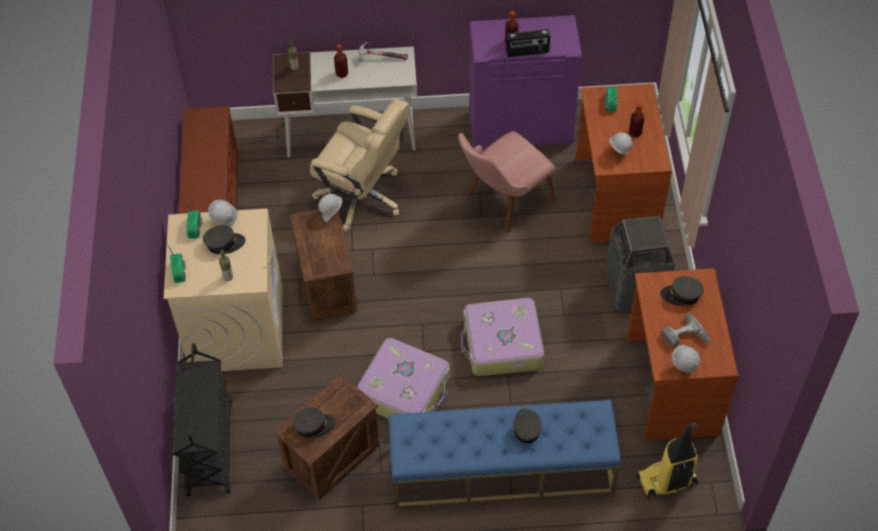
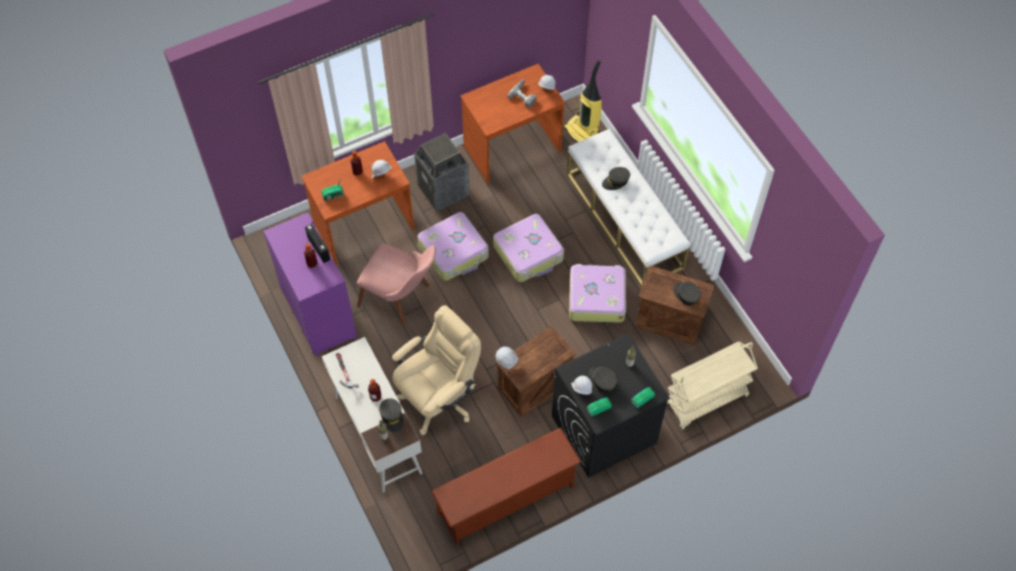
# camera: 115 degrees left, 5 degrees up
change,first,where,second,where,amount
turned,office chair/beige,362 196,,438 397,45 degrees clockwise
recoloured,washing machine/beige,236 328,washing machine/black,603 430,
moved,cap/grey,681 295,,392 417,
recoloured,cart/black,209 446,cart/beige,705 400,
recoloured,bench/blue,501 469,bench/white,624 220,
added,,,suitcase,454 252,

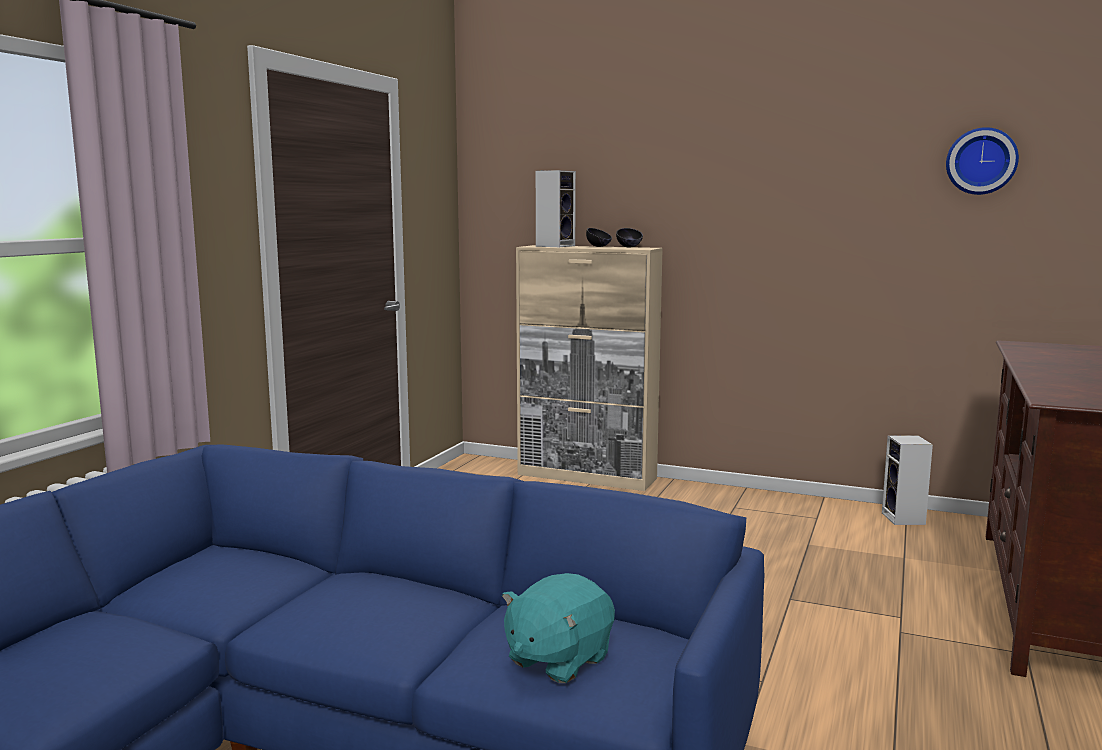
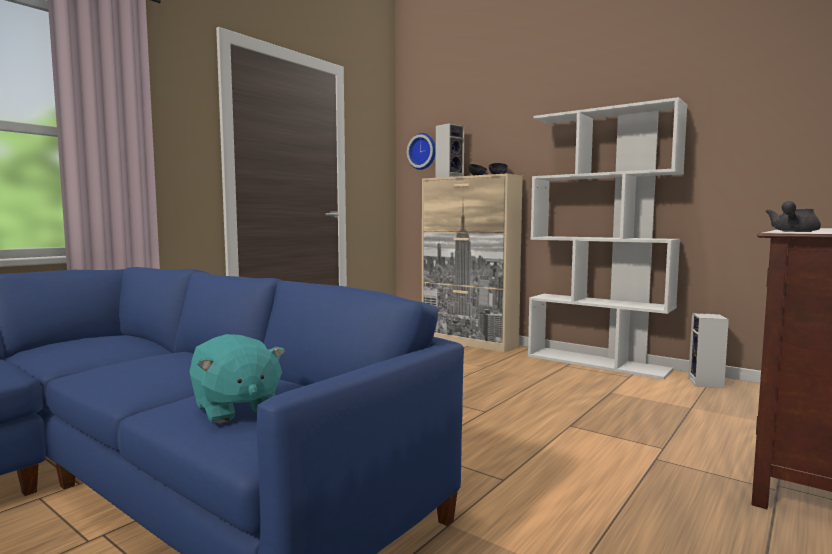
# camera: 15 degrees right, 5 degrees down
change,first,where,second,where,amount
moved,wall clock,981 161,,423 151,
turned,plush toy/turquoise,557 659,,235 408,90 degrees counterclockwise
added,,,bookcase/white,598 363,
added,,,teapot/grey,793 231,

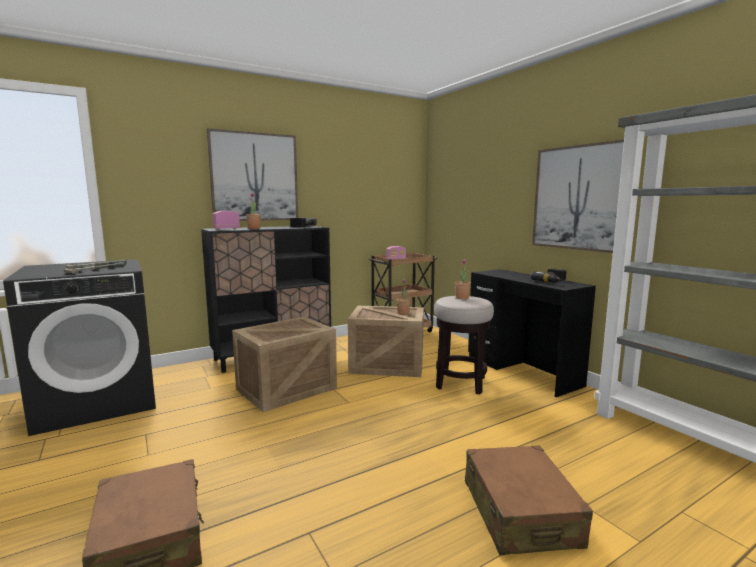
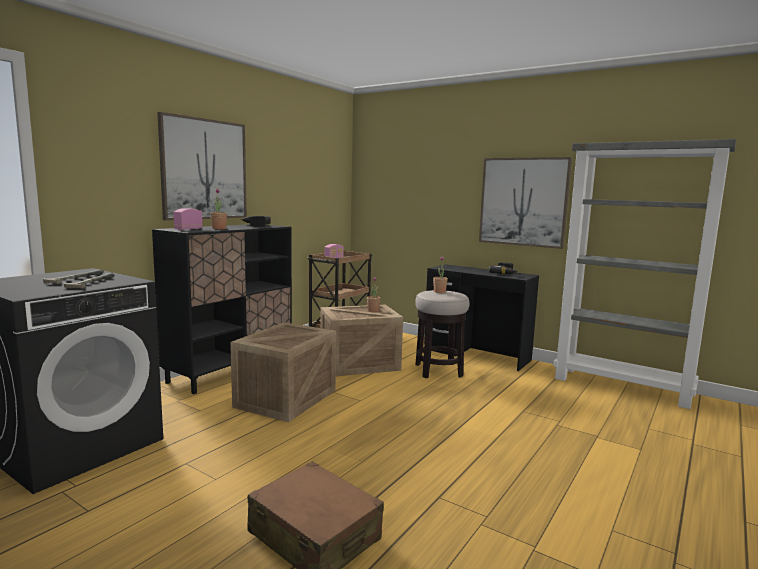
# camera: 25 degrees left, 0 degrees up
change,first,where,second,where,amount
removed,suitcase/brown,520 513,,,

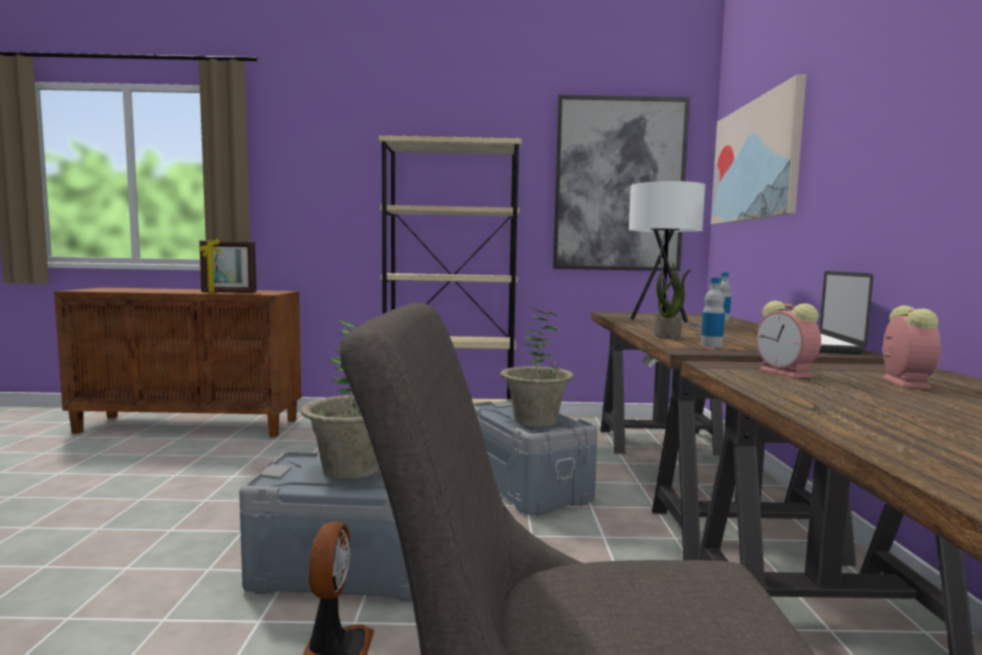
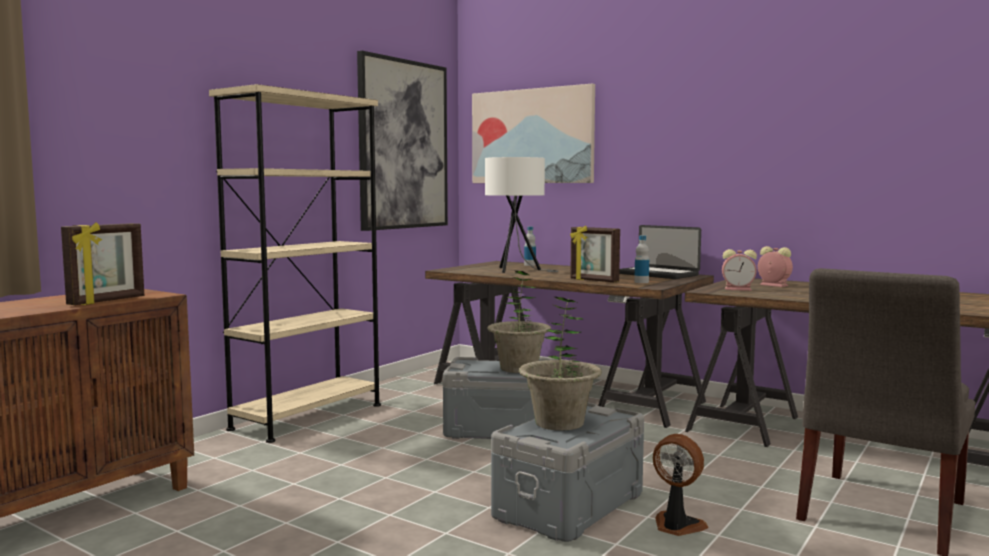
# camera: 55 degrees left, 0 degrees up
change,first,where,second,where,amount
replaced,potted plant,667 336,picture frame,593 280,

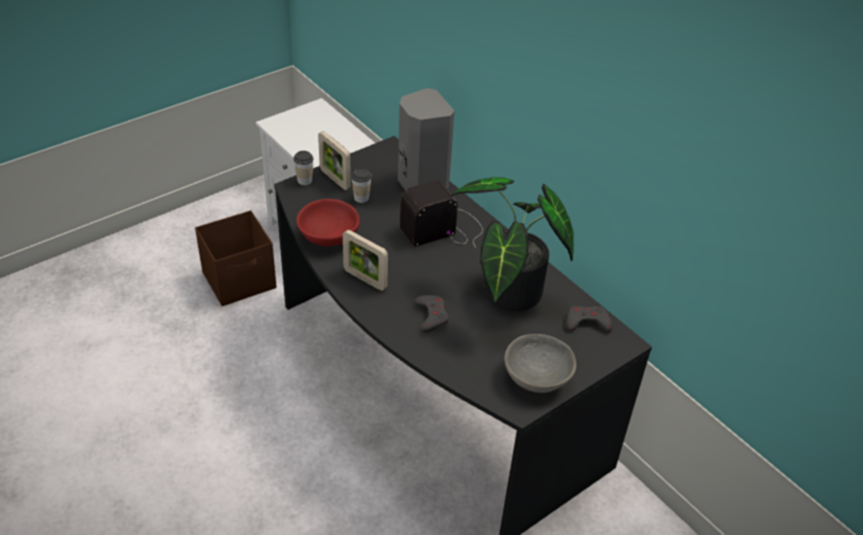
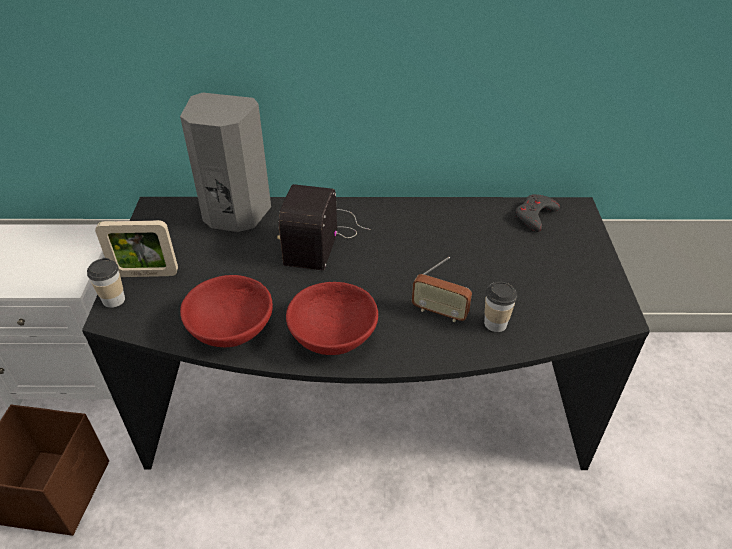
# camera: 50 degrees left, 0 degrees up
change,first,where,second,where,amount
moved,cup,361 198,,495 323,
removed,potted plant,506 295,,,
replaced,picture frame,365 279,bowl/red,334 335,
replaced,game controller/grey,431 316,radio,439 312,
removed,bowl/grey,537 376,,,

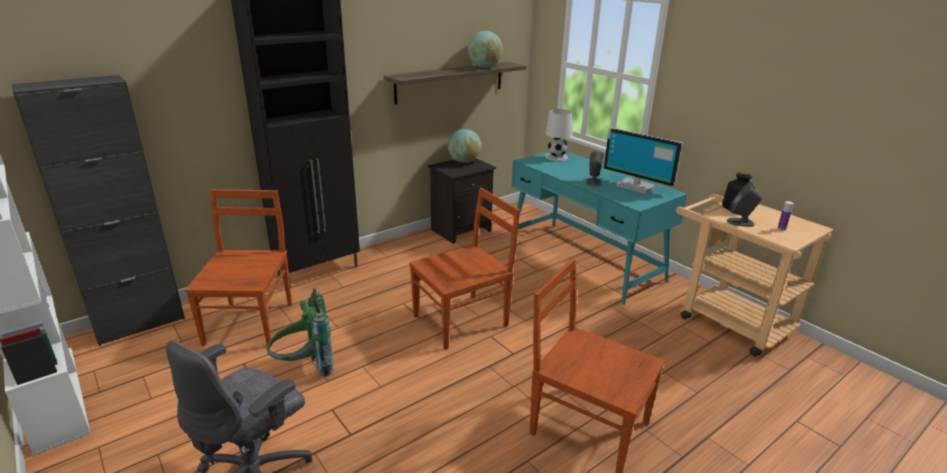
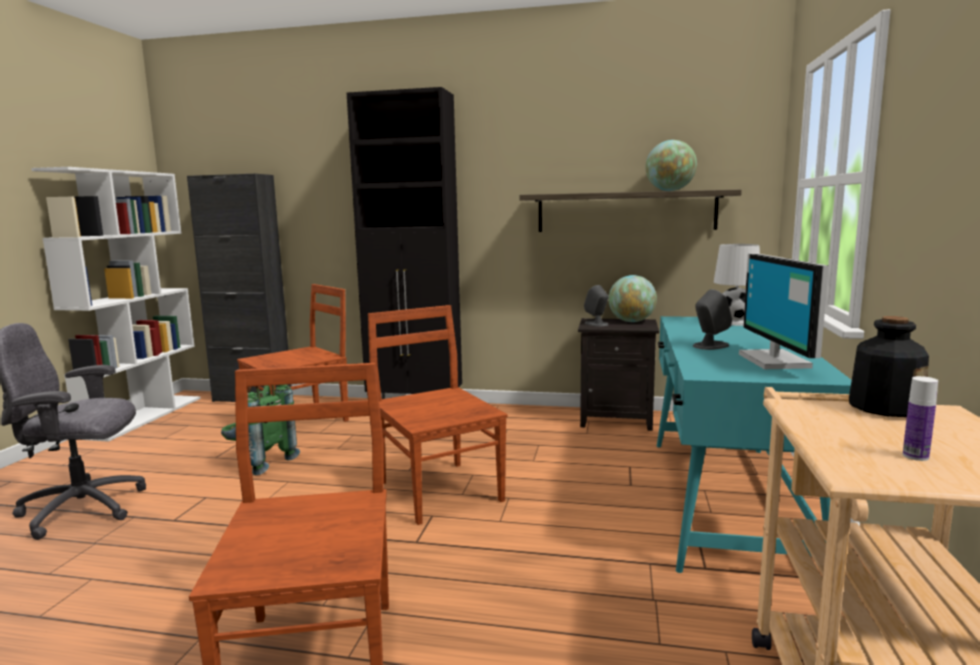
# camera: 50 degrees right, 15 degrees down
change,first,where,second,where,amount
moved,speaker/grey,741 222,,596 324,
turned,chair/brown,462 320,,439 490,135 degrees counterclockwise

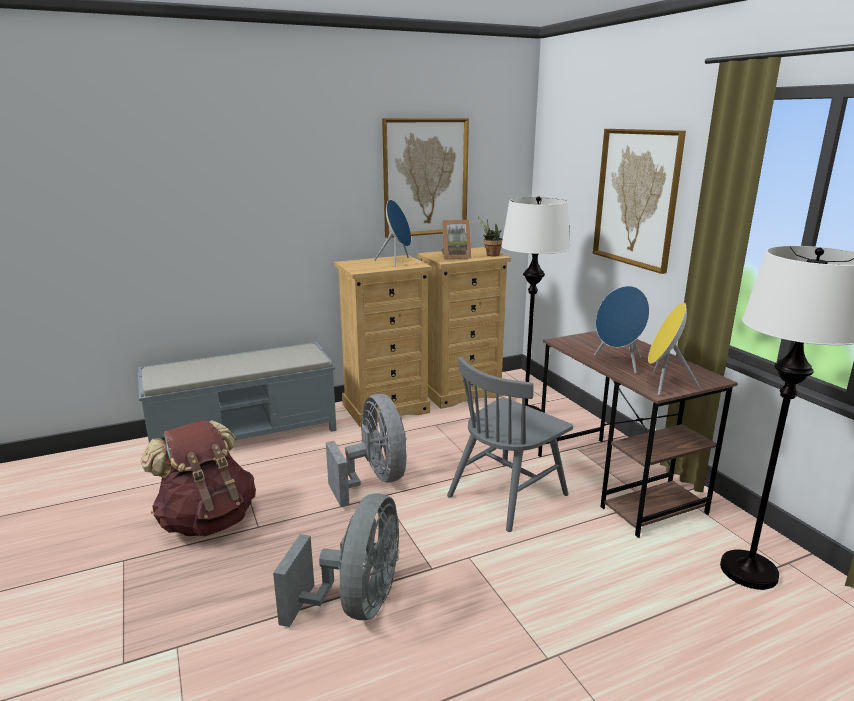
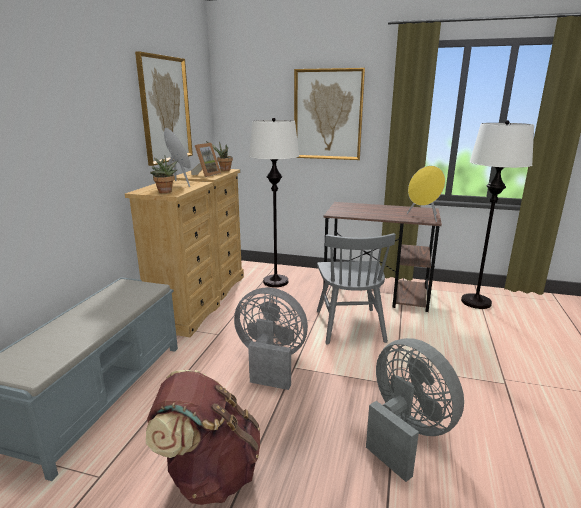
# camera: 50 degrees left, 0 degrees up
change,first,where,second,where,amount
removed,speaker/blue,618 363,,,
added,,,potted plant,165 192,

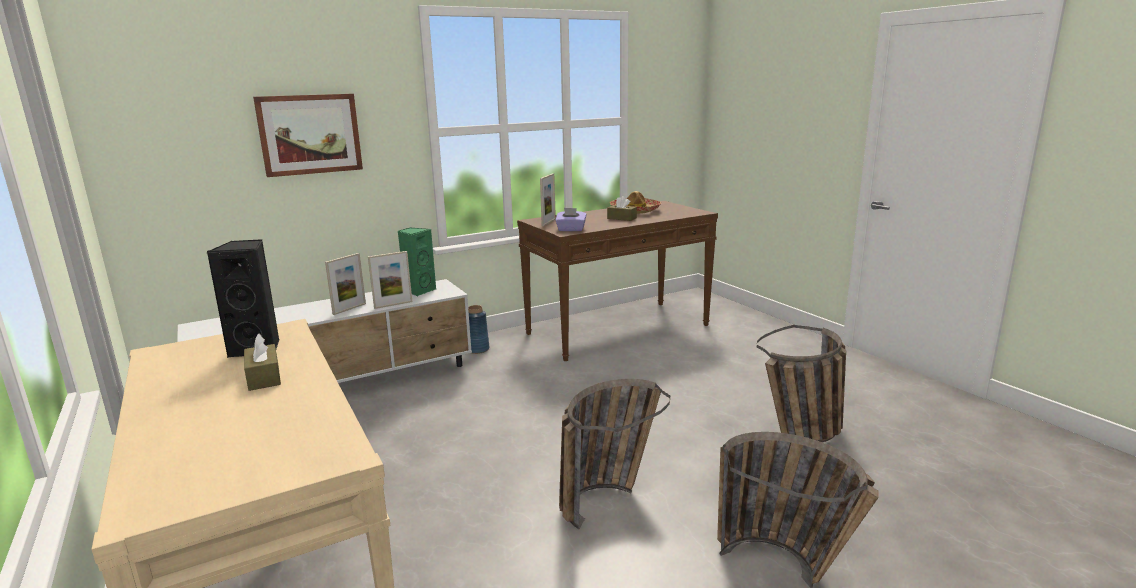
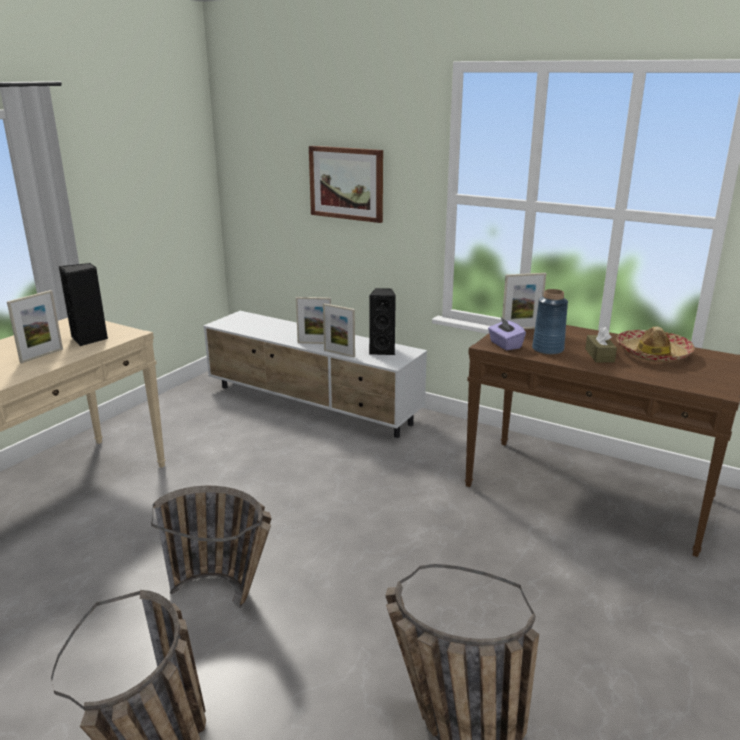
# camera: 60 degrees right, 5 degrees up
change,first,where,second,where,amount
recoloured,speaker/green,419 291,speaker/black,382 350,
moved,vase/blue,477 349,,547 349,
replaced,tissue box/brown,264 377,picture frame,42 356,

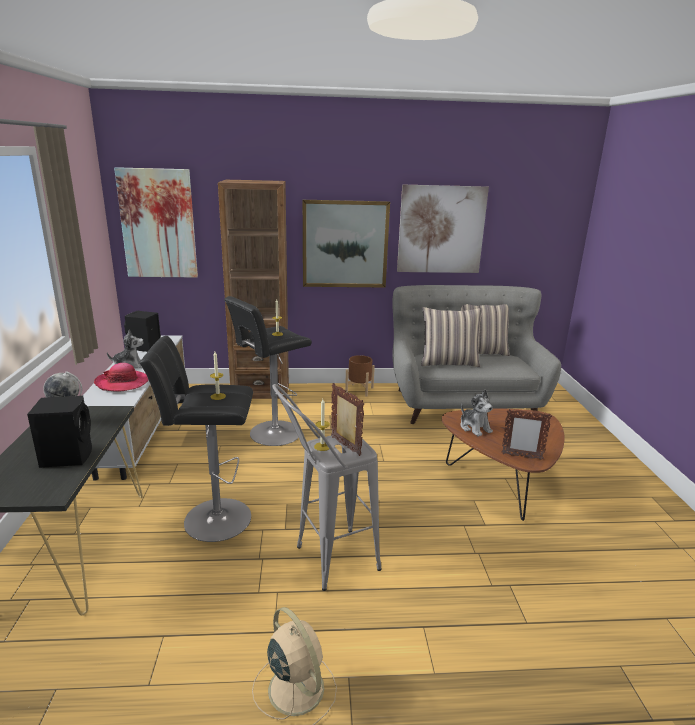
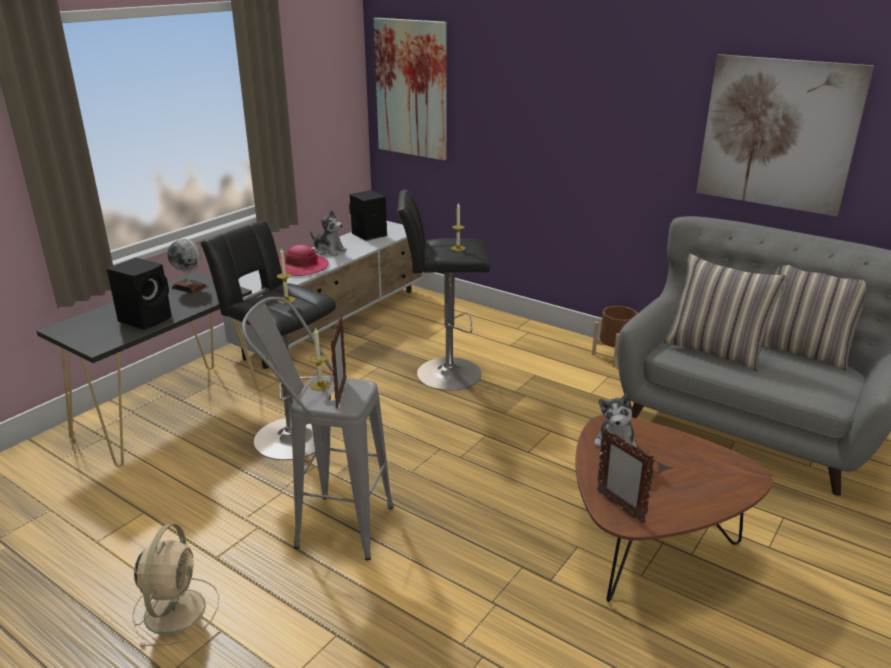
# camera: 40 degrees right, 5 degrees up
change,first,where,second,where,amount
removed,bookcase/brown,261 394,,,
removed,picture,345 244,,,

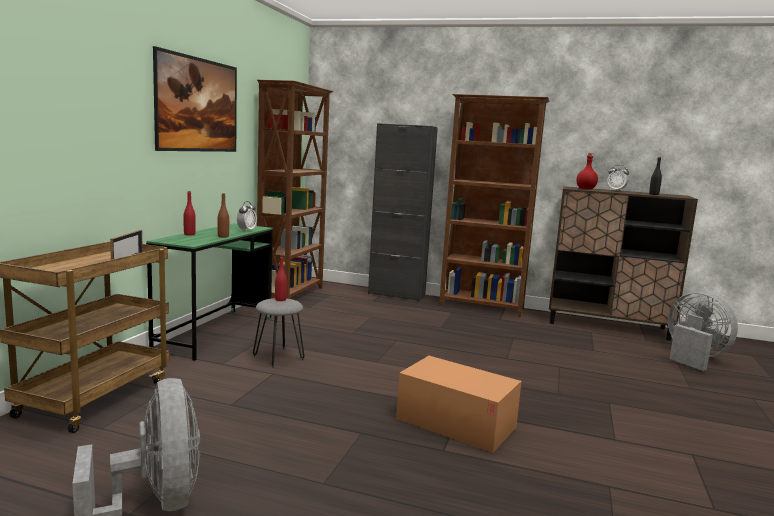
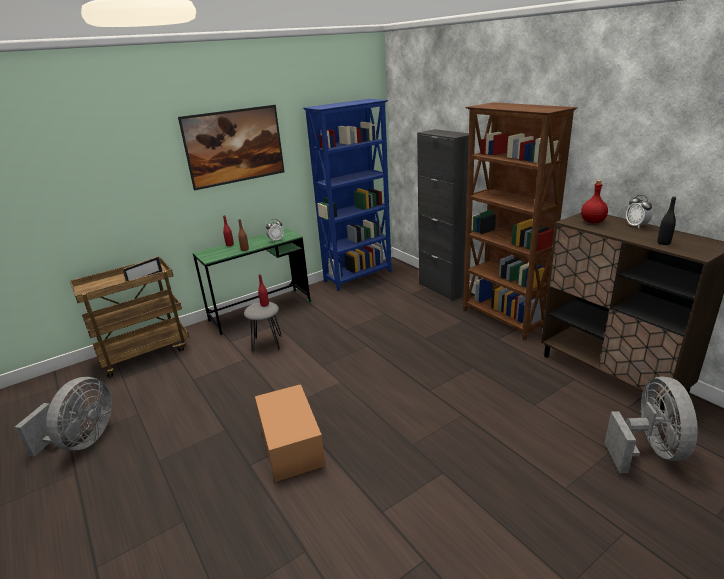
# camera: 40 degrees right, 15 degrees up
change,first,where,second,where,amount
recoloured,bookcase/brown,292 294,bookcase/blue,359 276,

